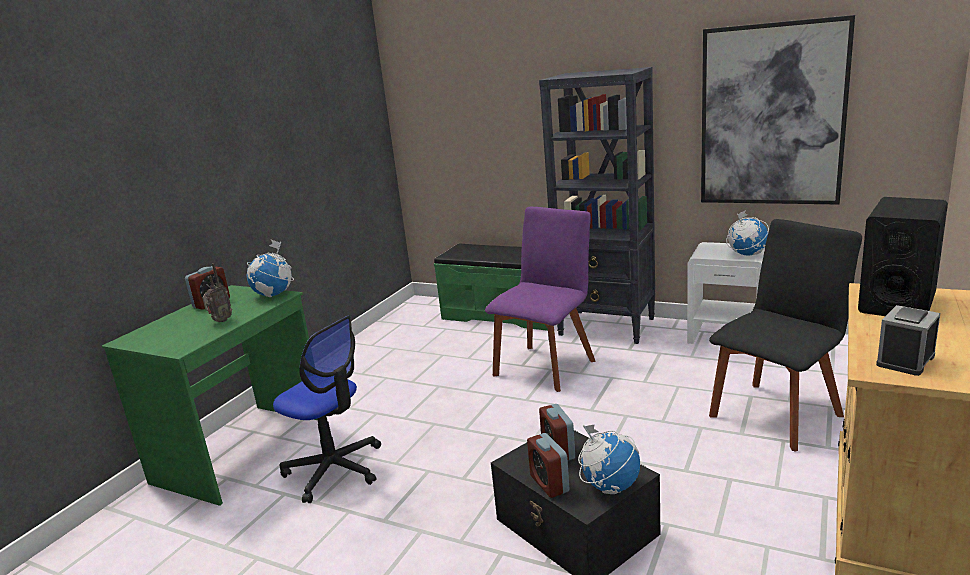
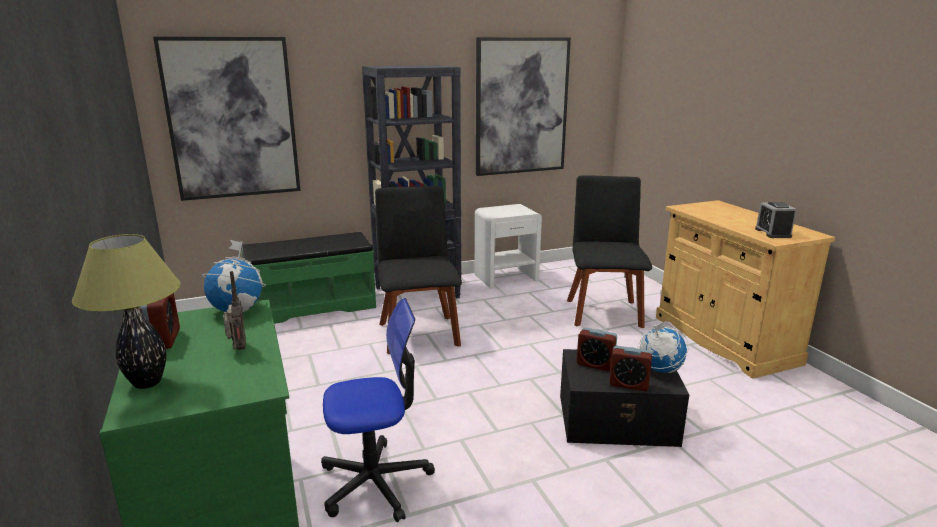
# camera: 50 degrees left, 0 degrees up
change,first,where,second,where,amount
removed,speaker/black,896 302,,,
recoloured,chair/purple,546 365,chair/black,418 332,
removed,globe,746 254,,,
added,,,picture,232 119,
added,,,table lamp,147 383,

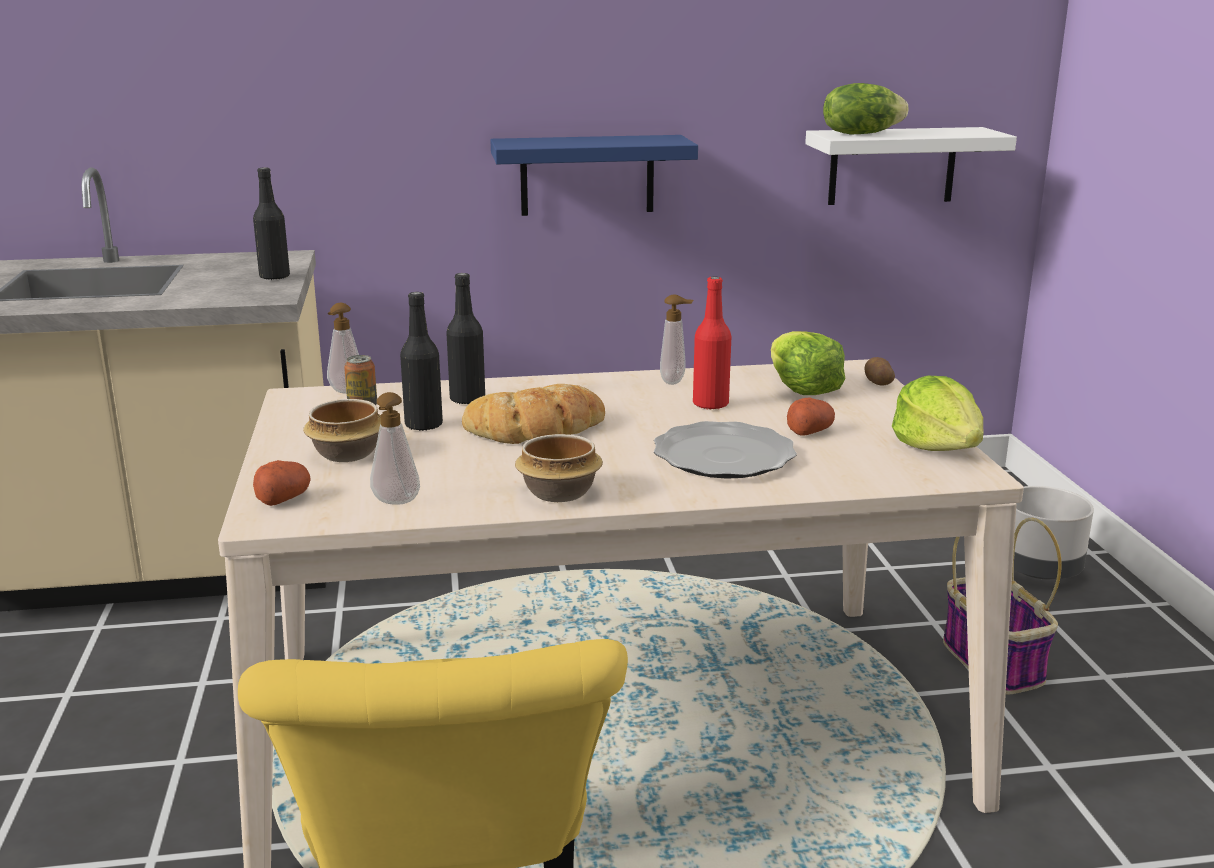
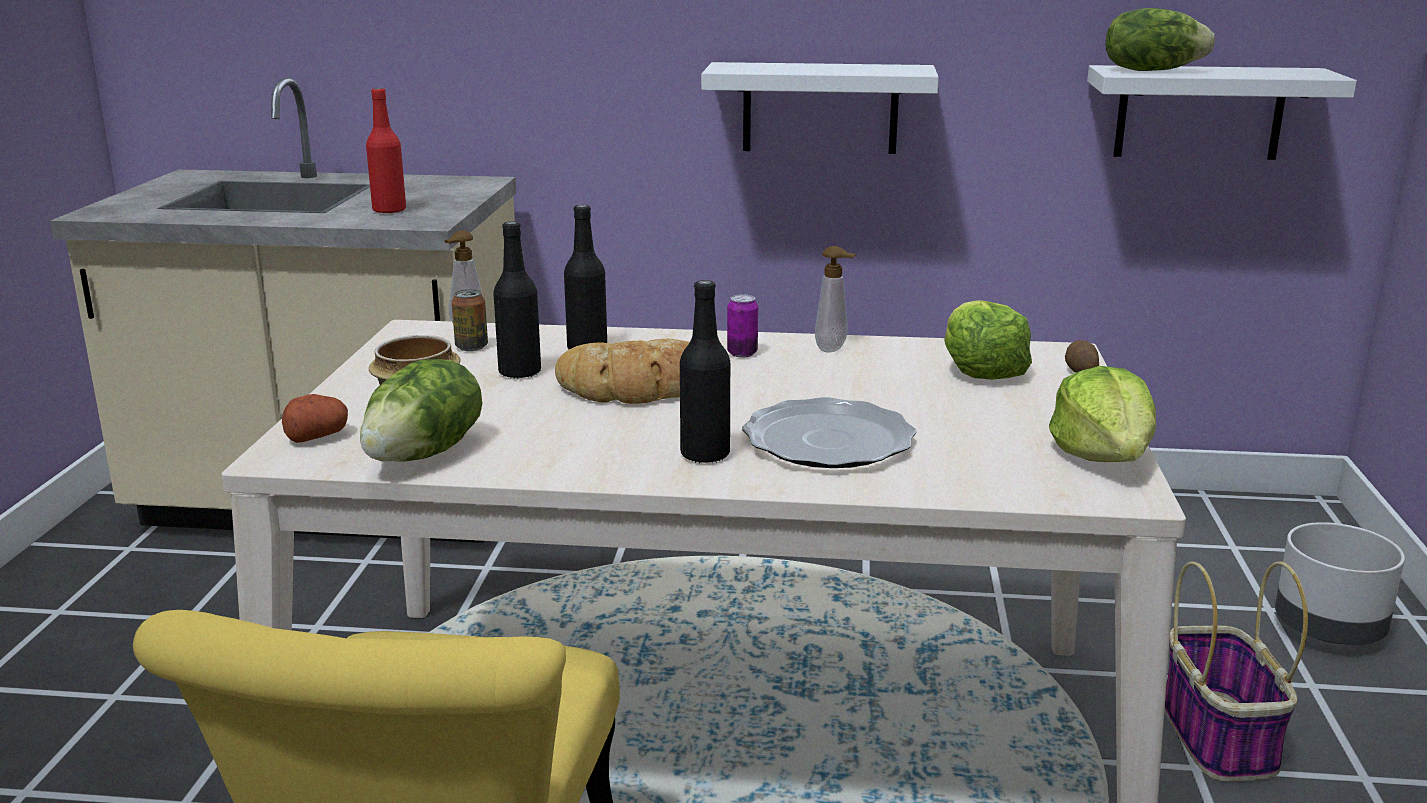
# camera: 15 degrees right, 0 degrees up
change,first,where,second,where,amount
recoloured,shelf/blue,587 175,shelf/white,820 108,
moved,bottle/black,274 277,,705 455,
moved,bottle/red,710 404,,389 210,
replaced,soap dispenser,395 503,lettuce,426 454,
removed,potato,809 431,,,
removed,bowl,558 494,,,
added,,,can,742 353,

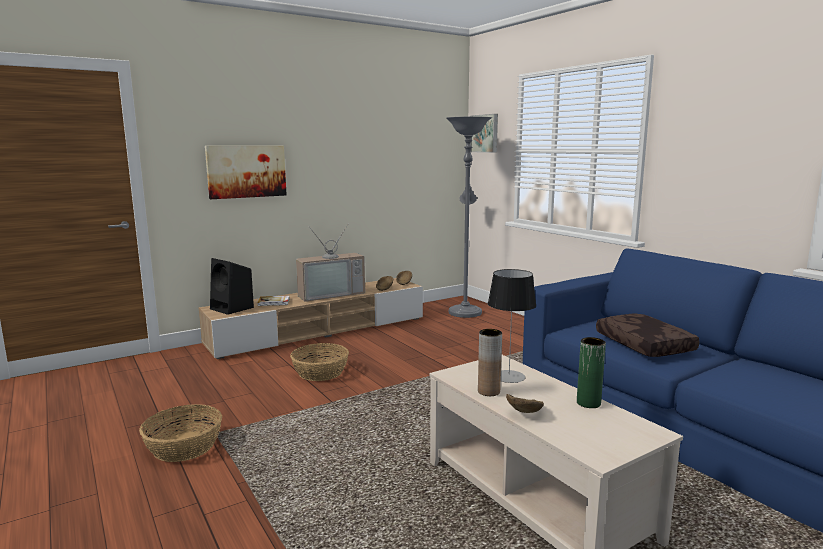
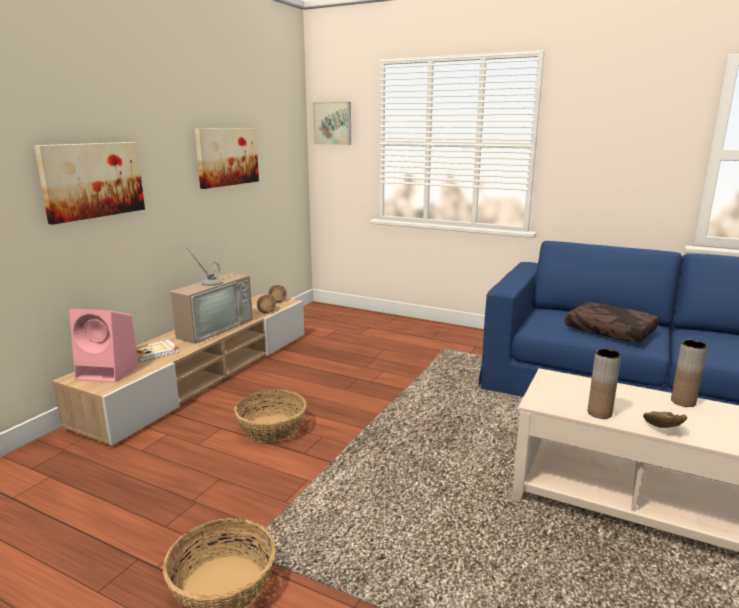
# camera: 30 degrees left, 5 degrees up
change,first,where,second,where,amount
removed,floor lamp/grey,465 311,,,
recoloured,speaker/black,233 308,speaker/pink,109 372,
removed,table lamp,509 376,,,
recoloured,vase/green,588 403,vase/brown,683 402,
added,,,picture,227 156,

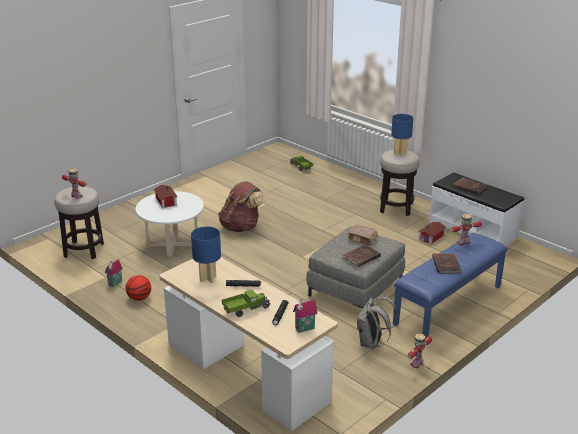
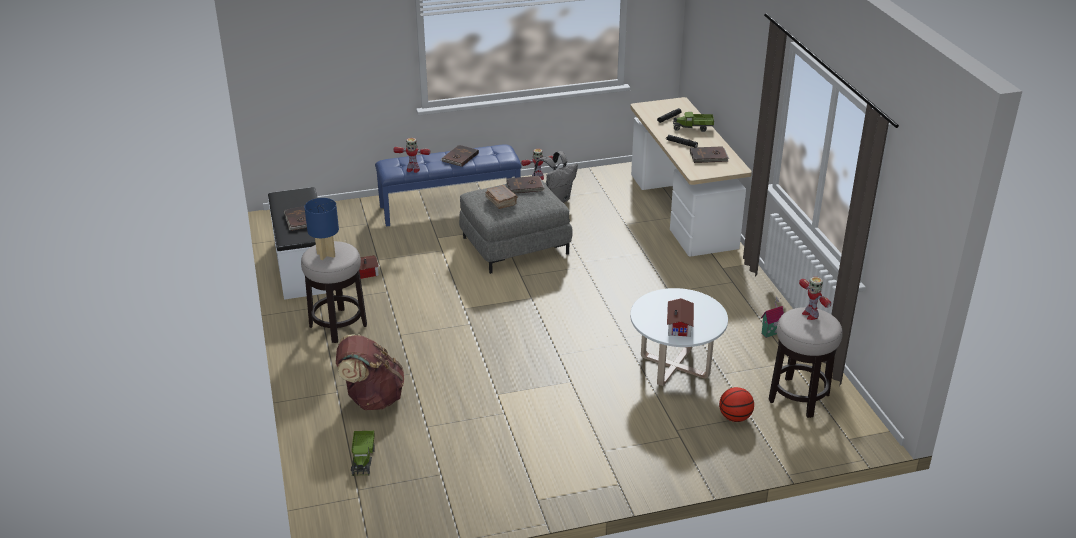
# camera: 150 degrees left, 5 degrees up
change,first,where,second,where,amount
moved,backpack/brown,241 227,,372 398,
replaced,table lamp/blue,207 278,book/brown,709 157,
moved,basketball,139 298,,735 417,
removed,toy house,305 329,,,

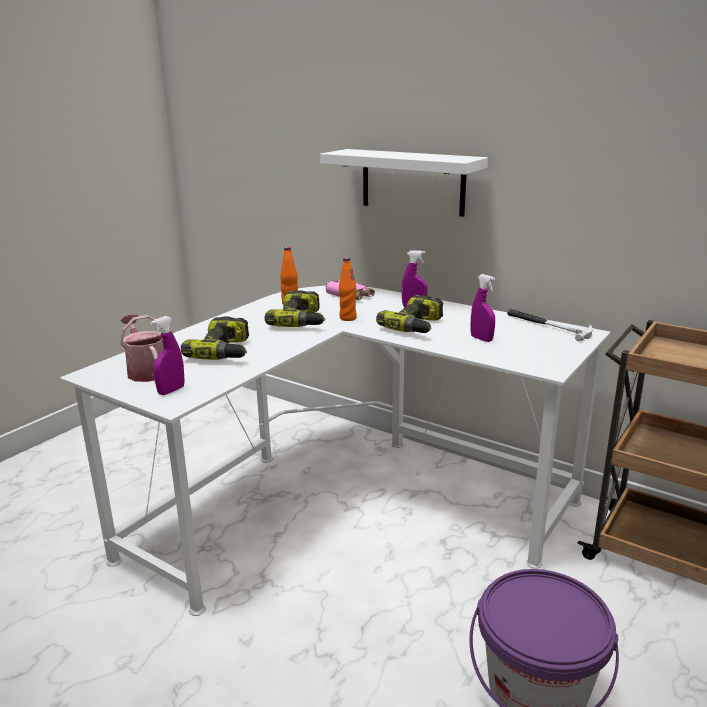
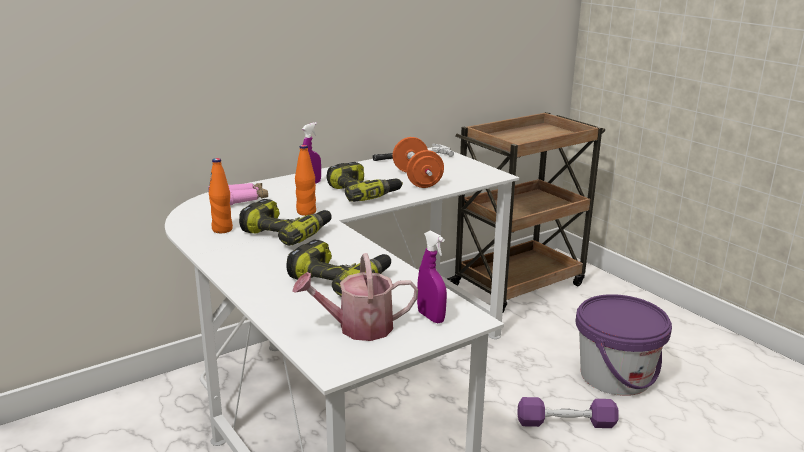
# camera: 70 degrees left, 0 degrees up
change,first,where,second,where,amount
removed,shelf/white,412 182,,,
replaced,spray bottle/purple,481 339,dumbbell/orange,417 179,
added,,,dumbbell/purple,566 423,

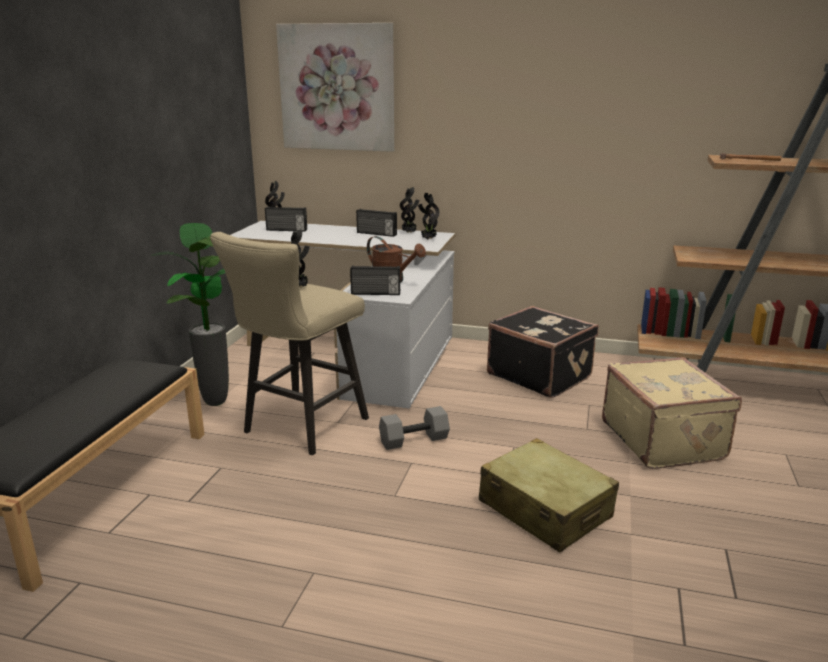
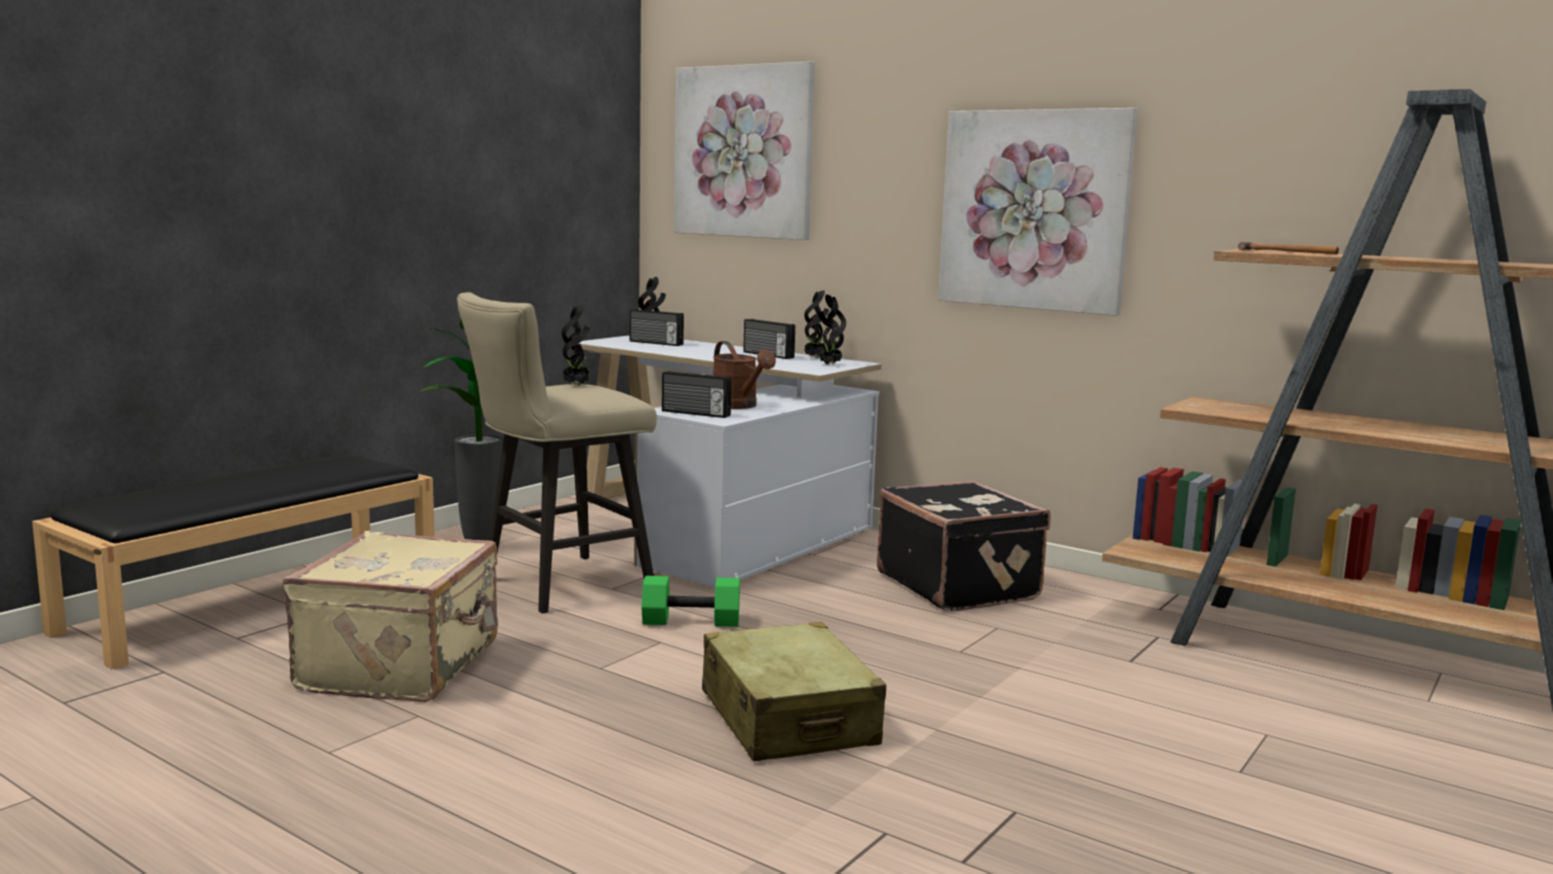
# camera: 20 degrees right, 10 degrees down
change,first,where,second,where,amount
moved,suitcase/beige,663 440,,404 666,
recoloured,dumbbell/grey,414 439,dumbbell/green,692 621,
added,,,picture,1034 210,

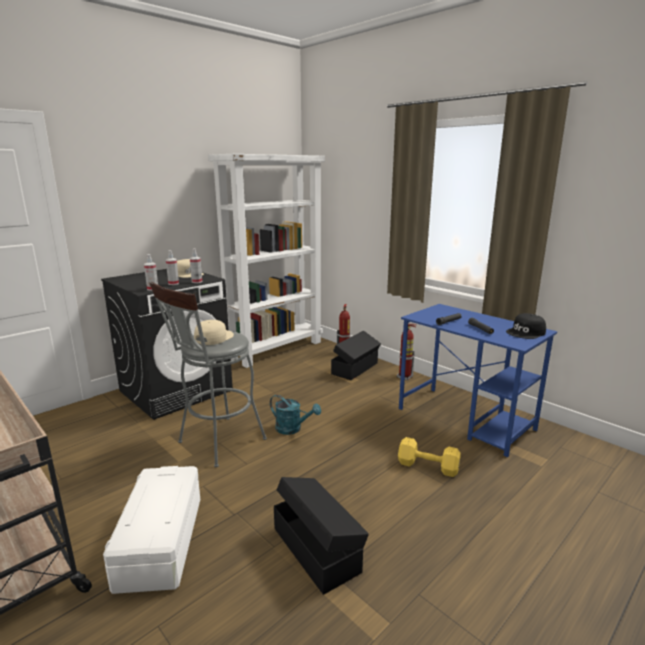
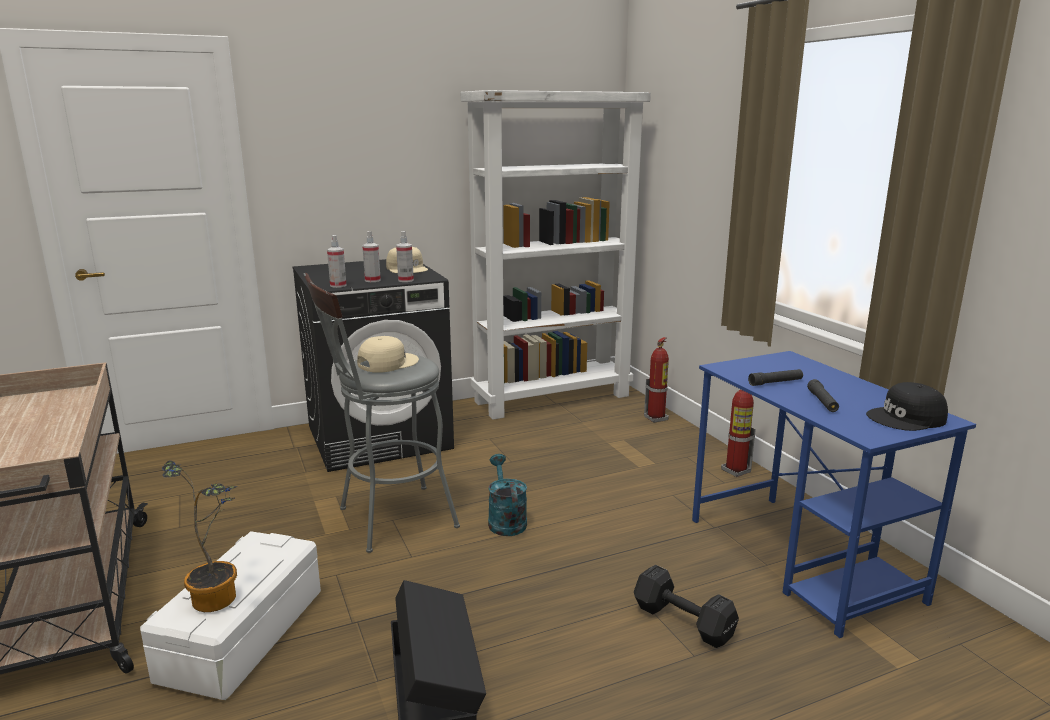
# camera: 20 degrees right, 0 degrees up
change,first,where,second,where,amount
removed,storage box/black,356 368,,,
turned,watering can/turquoise,293 429,,505 520,150 degrees counterclockwise
recoloured,dumbbell/yellow,426 466,dumbbell/black,681 620,
added,,,potted plant,219 595,

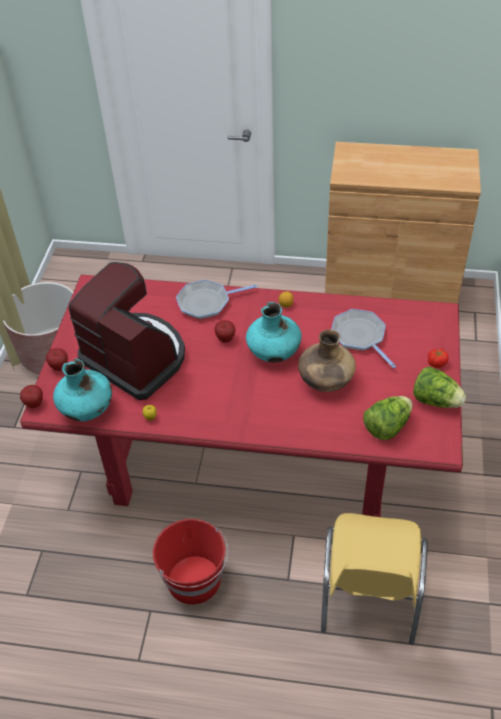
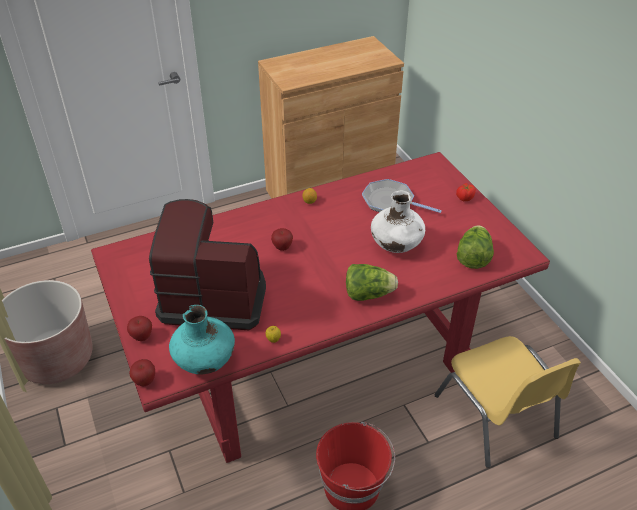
# camera: 35 degrees left, 5 degrees down
change,first,where,second,where,amount
removed,frying pan,207 302,,,
removed,vase/turquoise,274 352,,,
recoloured,vase/brown,325 382,vase/white,396 245,
moved,lettuce,435 400,,368 294,

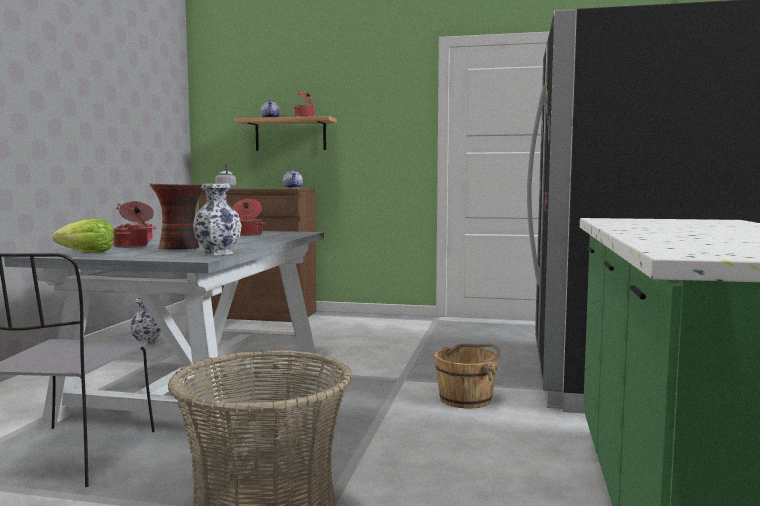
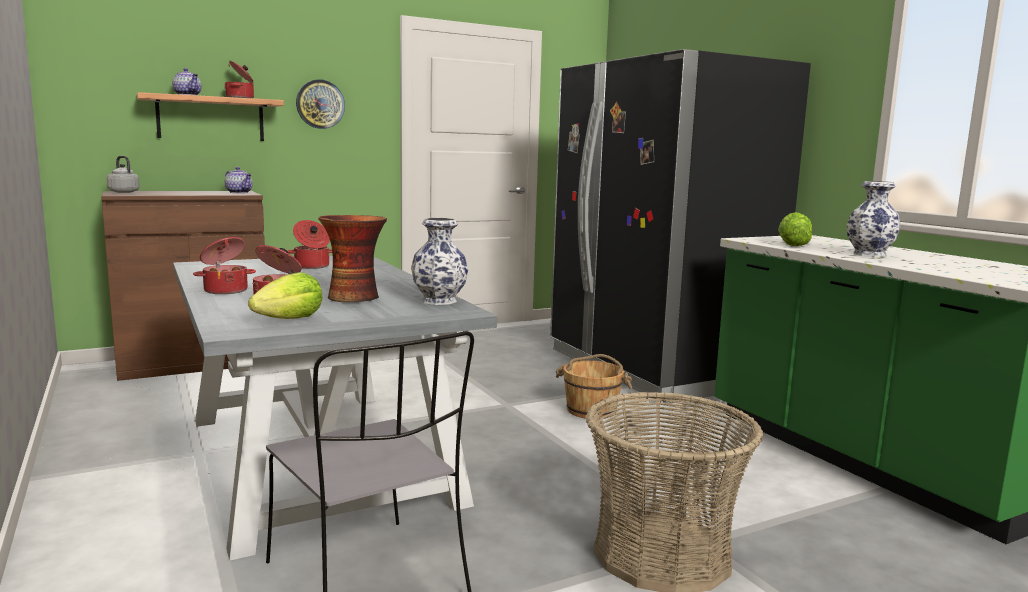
# camera: 40 degrees left, 5 degrees up
change,first,where,second,where,amount
moved,vase,147 342,,870 254,
added,,,wall clock,320 104,
added,,,lettuce,792 245,

